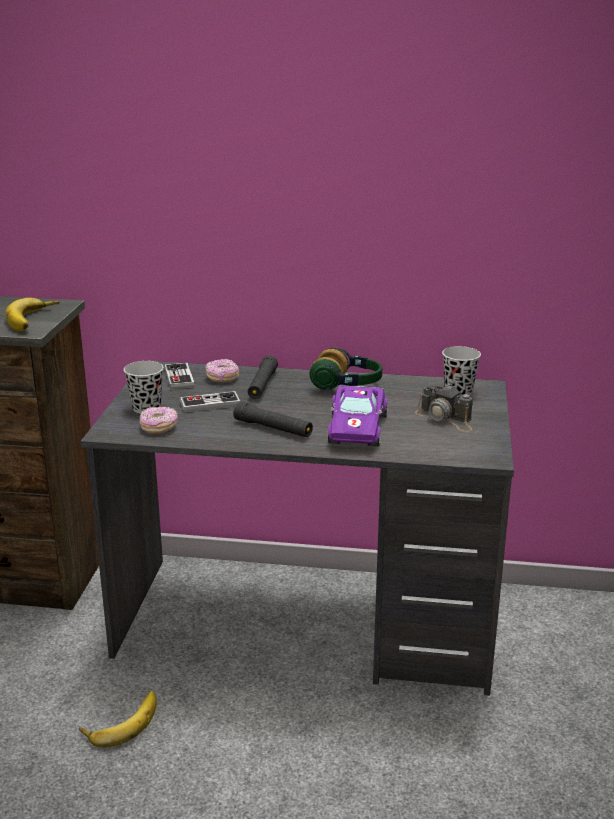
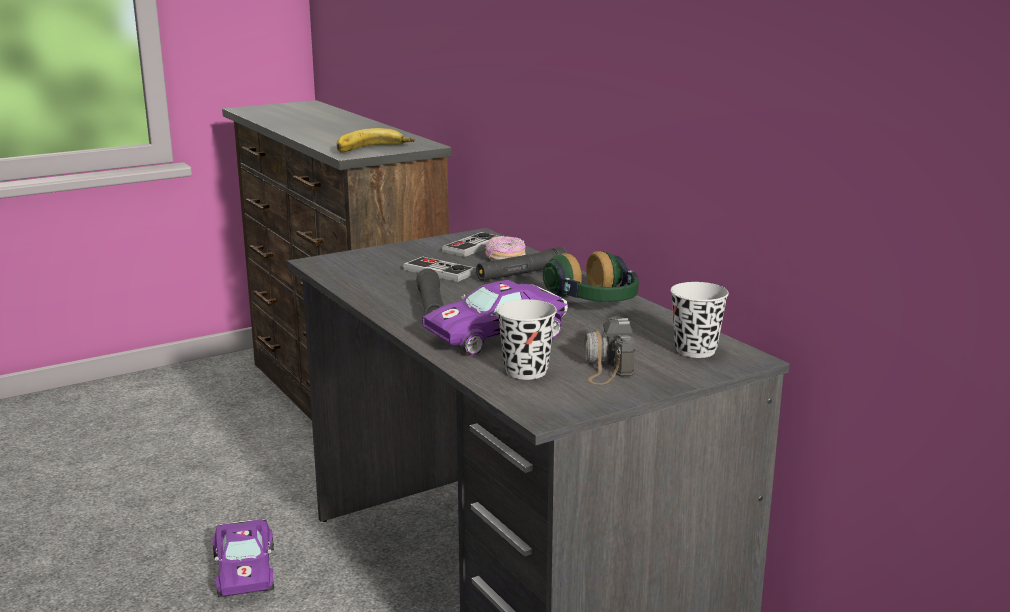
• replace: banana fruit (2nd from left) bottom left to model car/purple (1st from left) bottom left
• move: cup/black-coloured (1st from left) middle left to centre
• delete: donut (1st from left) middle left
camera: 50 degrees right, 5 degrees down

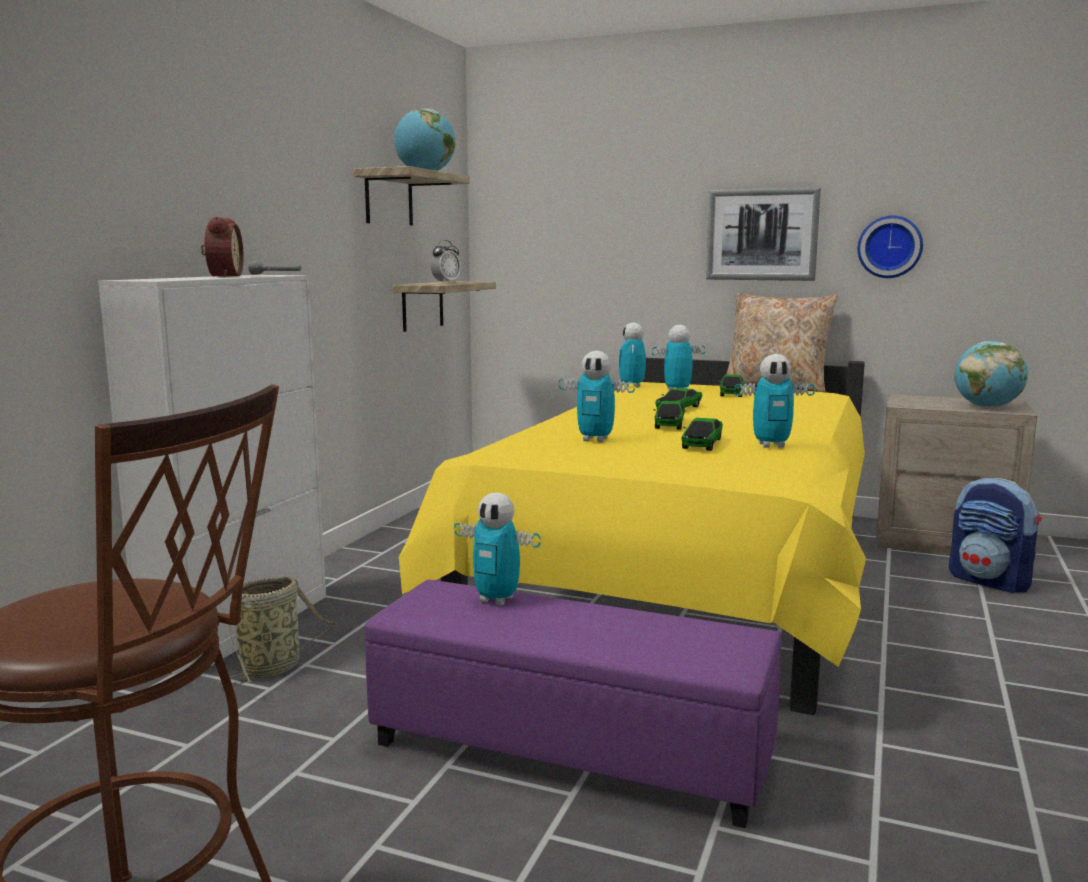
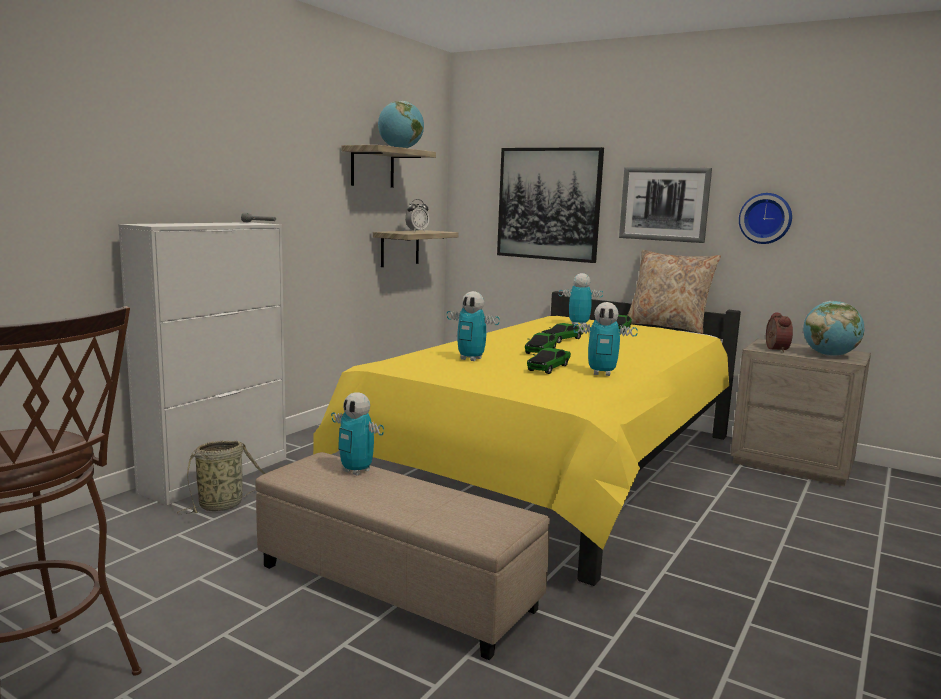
• move: bedside clock (1st from left in the first image) top left to bedside clock (2nd from left) middle right
• recolor: ottoman/purple bottom centre to ottoman/beige-coloured bottom centre
• delete: toy robot (3rd from left) centre
• delete: rucksack middle right
• insert: picture (1st from left) top centre
camera: 10 degrees right, 0 degrees up

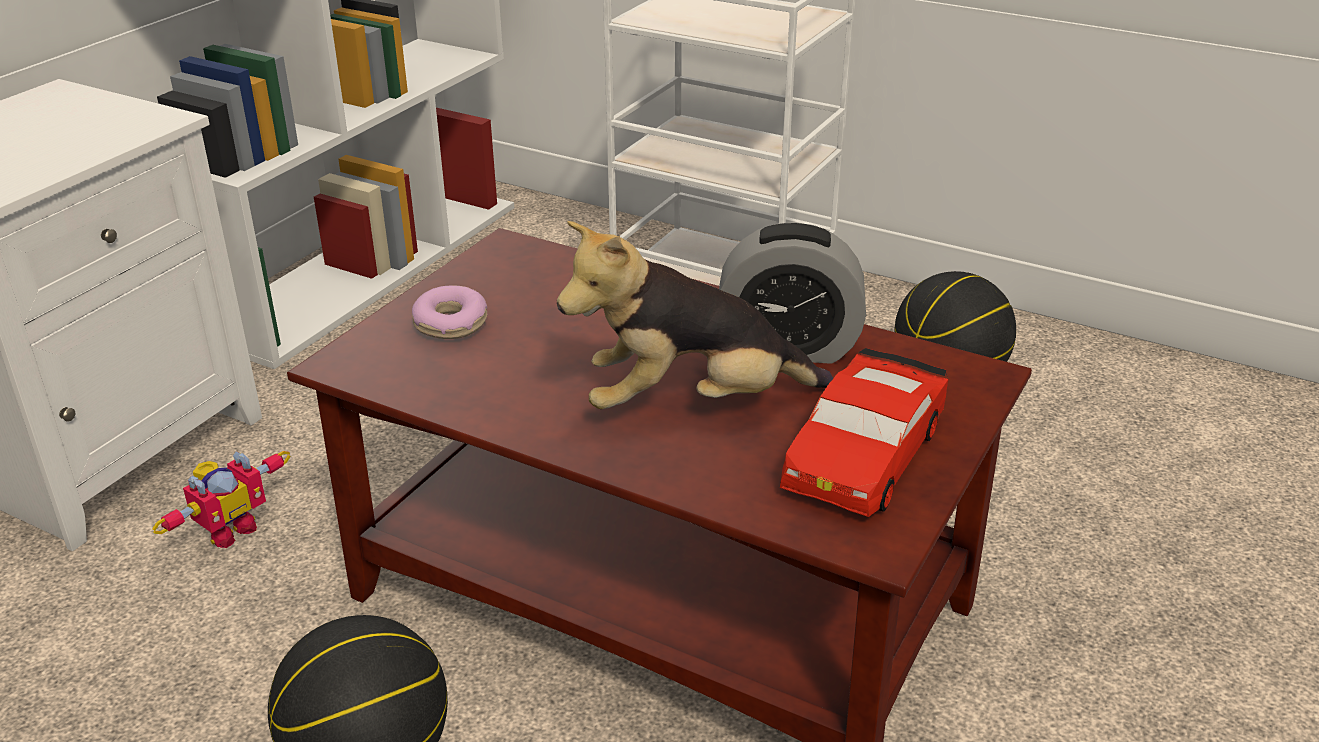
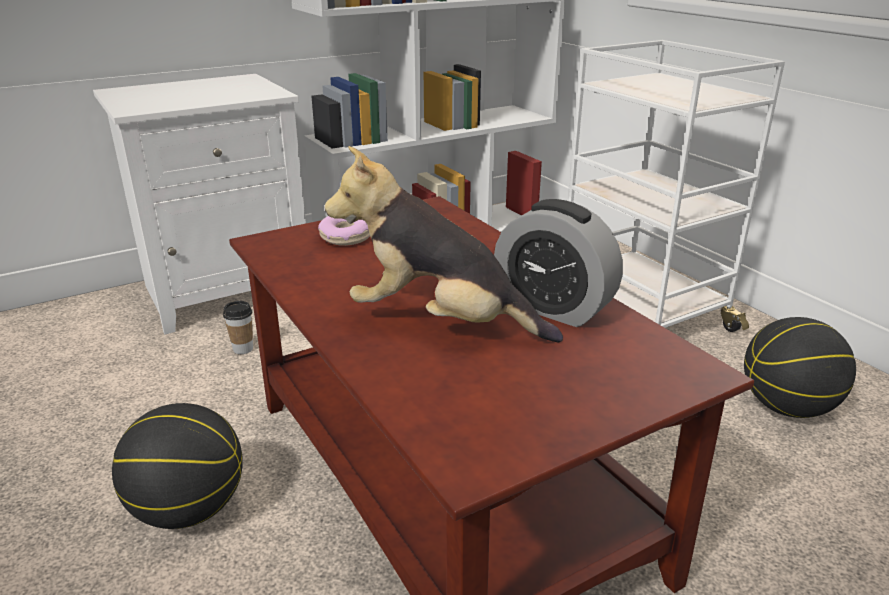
• replace: toy robot bottom left to cup middle left
• delete: model car/red centre
camera: 30 degrees right, 5 degrees down

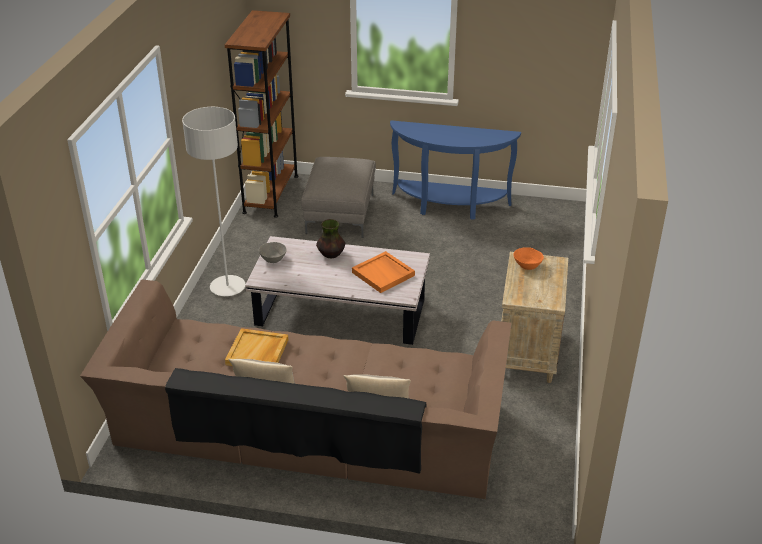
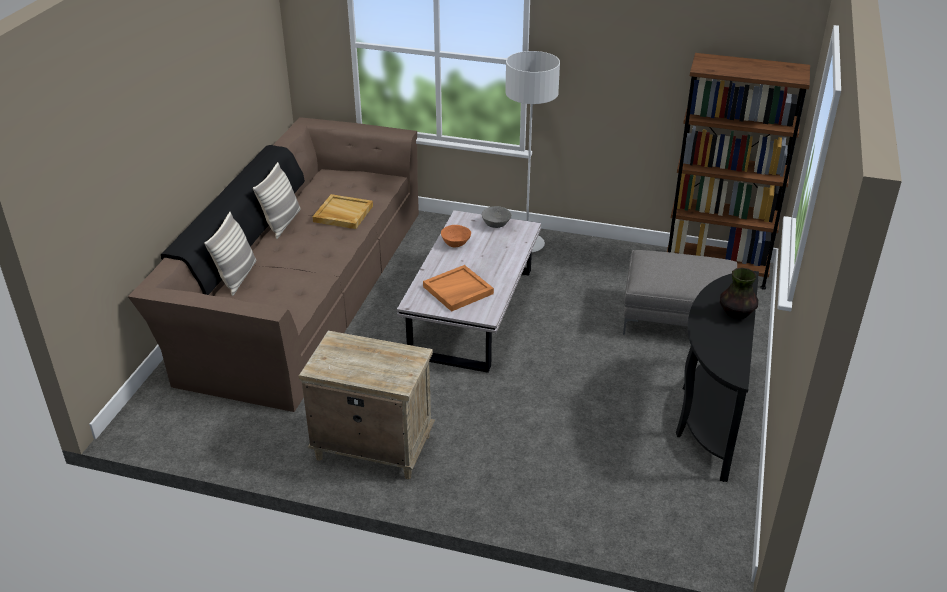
• move: vase centre to middle right
• recolor: console table/bluish top centre to console table/black-coloured middle right
• move: serving bowl/orange-coloured middle right to centre
camera: 95 degrees right, 0 degrees up

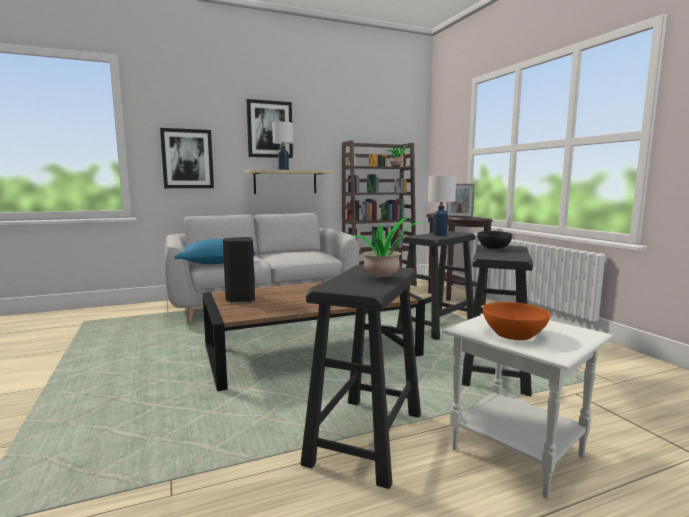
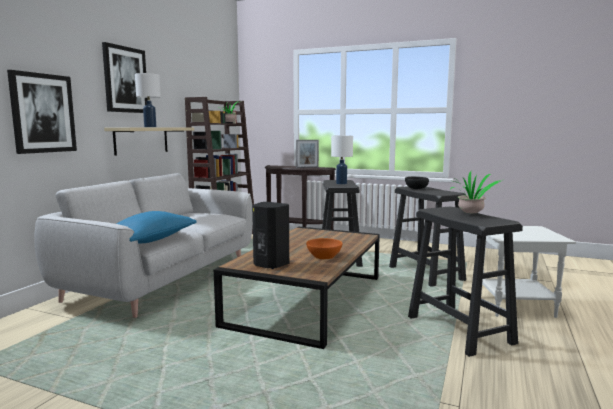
• move: serving bowl/orange-coloured middle right to centre
camera: 45 degrees left, 0 degrees up

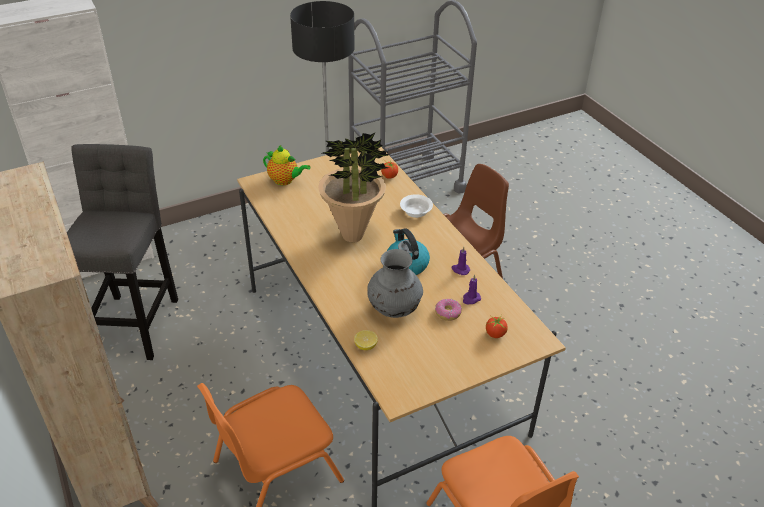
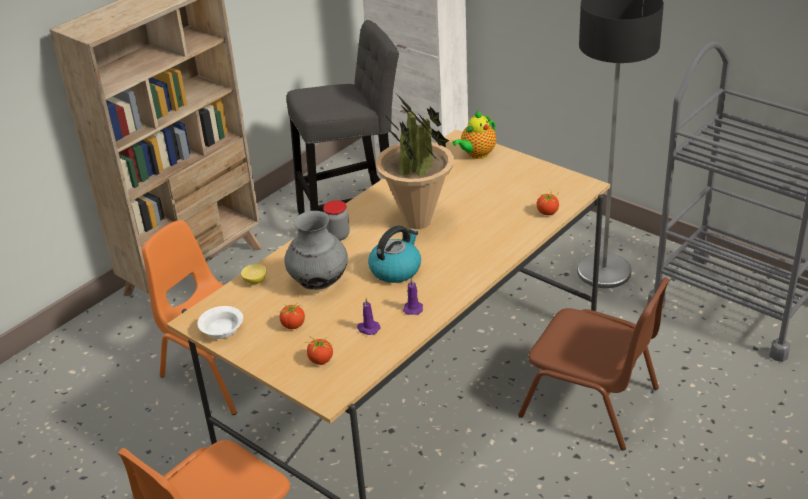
• rotate: pot for tea top centre = top centre 45 degrees clockwise
• move: serving bowl/whitish centre to middle left
• delete: donut centre
• insert: whole tomato (1st from left) centre
• insert: preserve jar centre
camera: 70 degrees right, 5 degrees down

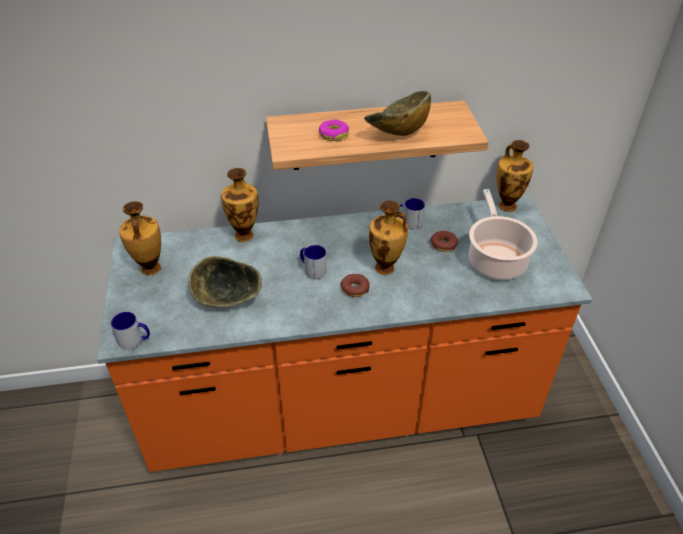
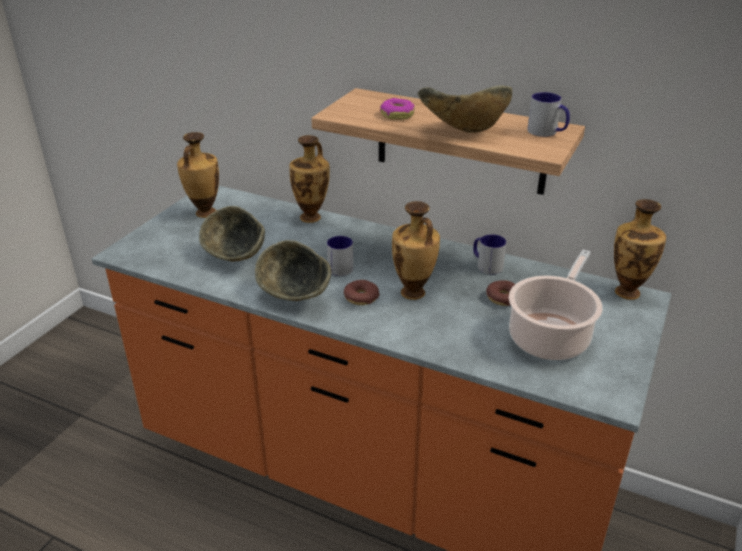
• move: coffee mug (1st from left in the first image) middle left to coffee mug (3rd from left) top right
• insert: serving bowl (2nd from left) centre
camera: 35 degrees right, 10 degrees down

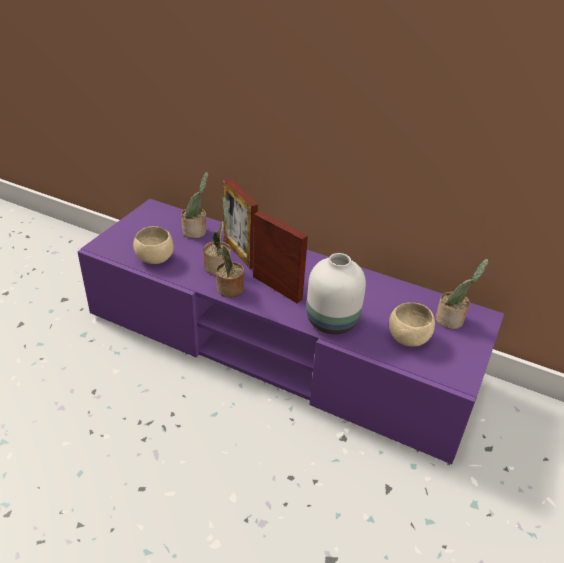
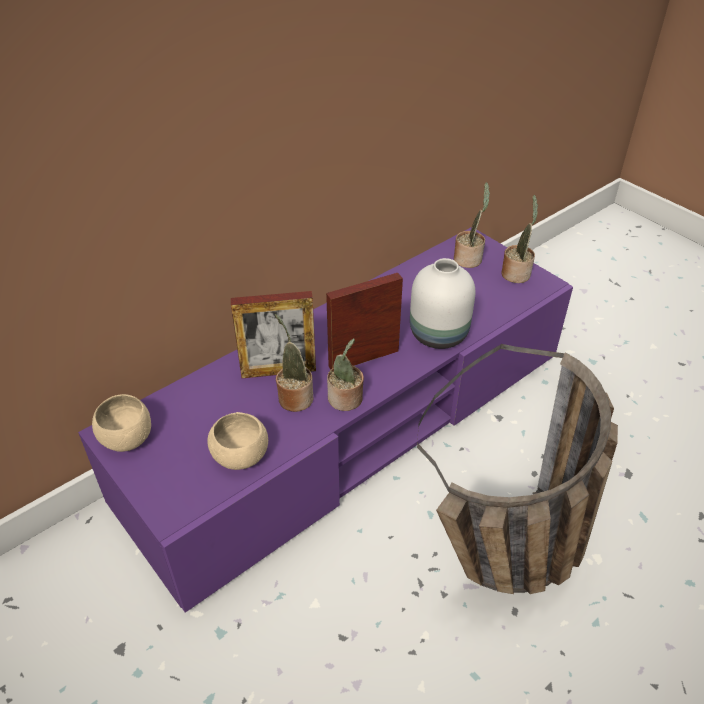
• move: plant in a pot (1st from left in the first image) centre to plant in a pot (4th from left) middle right
• move: serving bowl/beige-coloured (2nd from left in the first image) middle right to serving bowl/beige-coloured (1st from left) middle left
• insert: storage basket middle right
camera: 65 degrees left, 5 degrees up

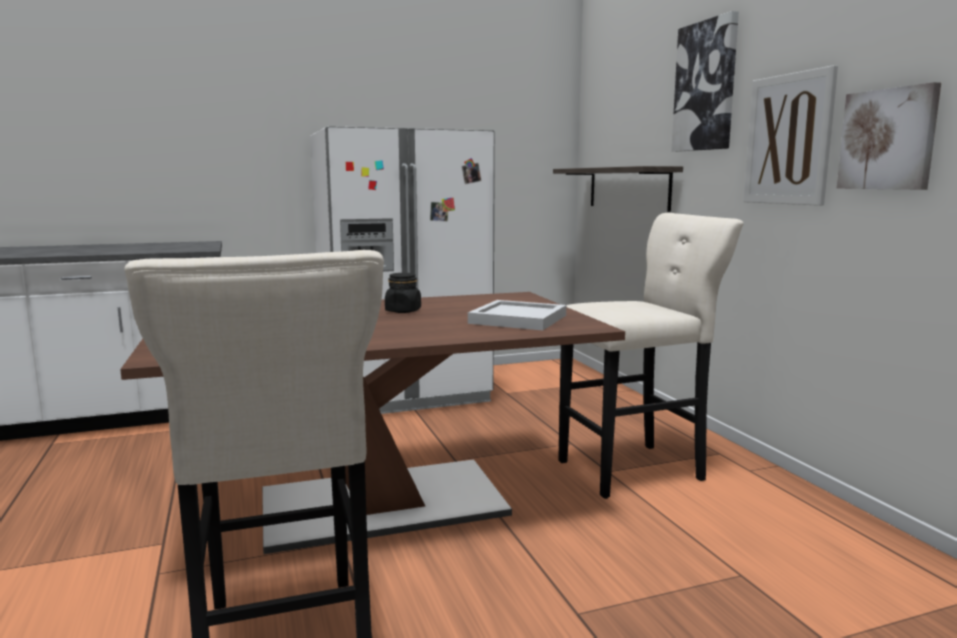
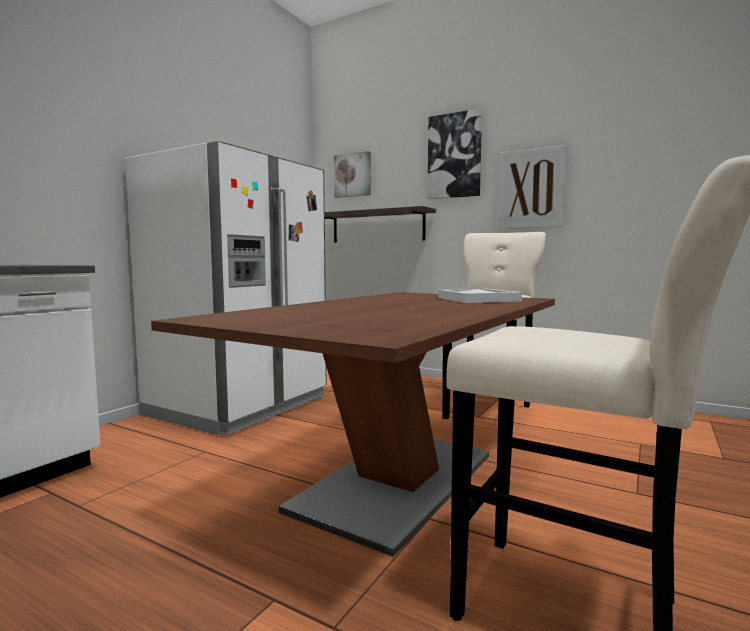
• delete: preserve jar/black-coloured centre
• move: picture (3rd from left in the first image) top right to picture (1st from left) top centre
camera: 40 degrees left, 5 degrees down

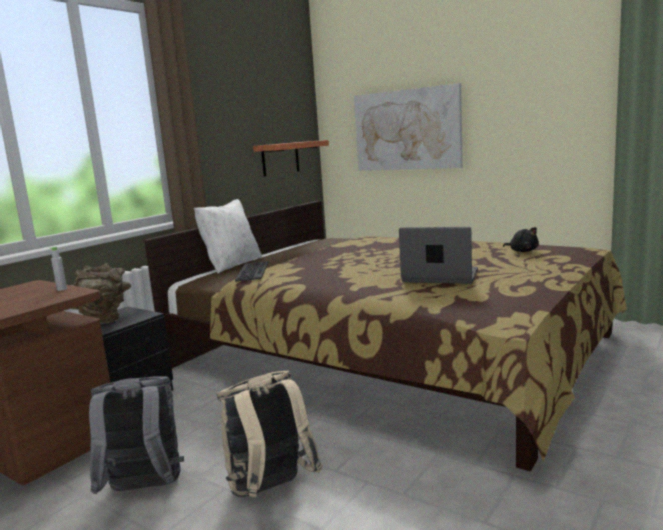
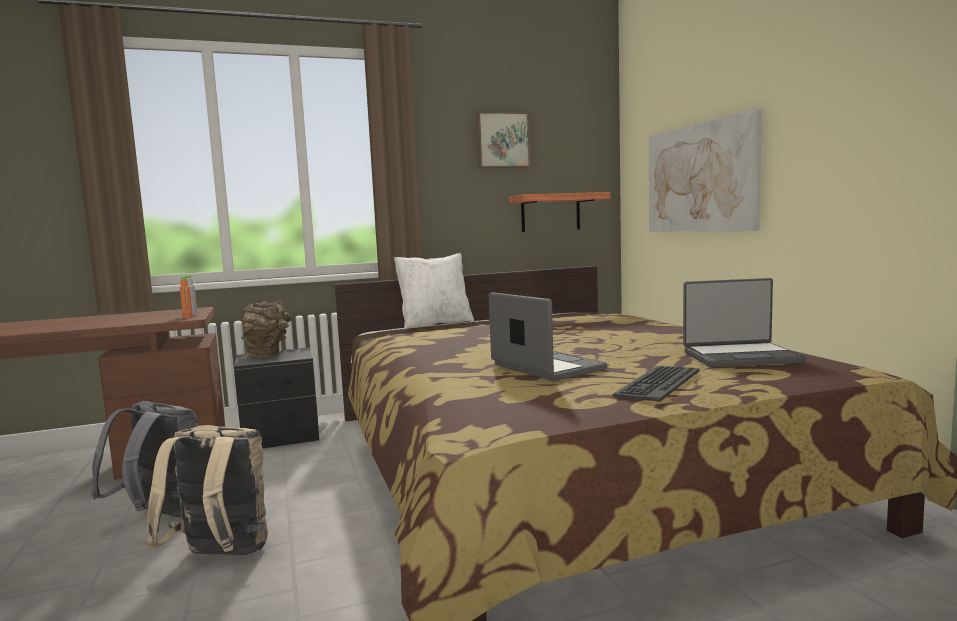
• move: computer keyboard centre to middle right
• replace: soft toy/black-coloured middle right to notebook computer (2nd from left) middle right
• insert: drink bottle/orange-coloured middle left
• insert: picture (1st from left) top centre
camera: 35 degrees right, 5 degrees down

